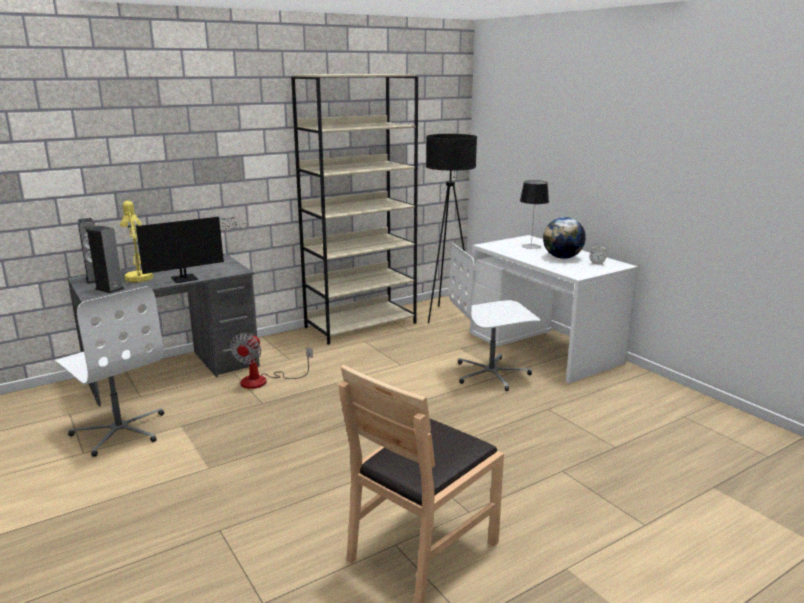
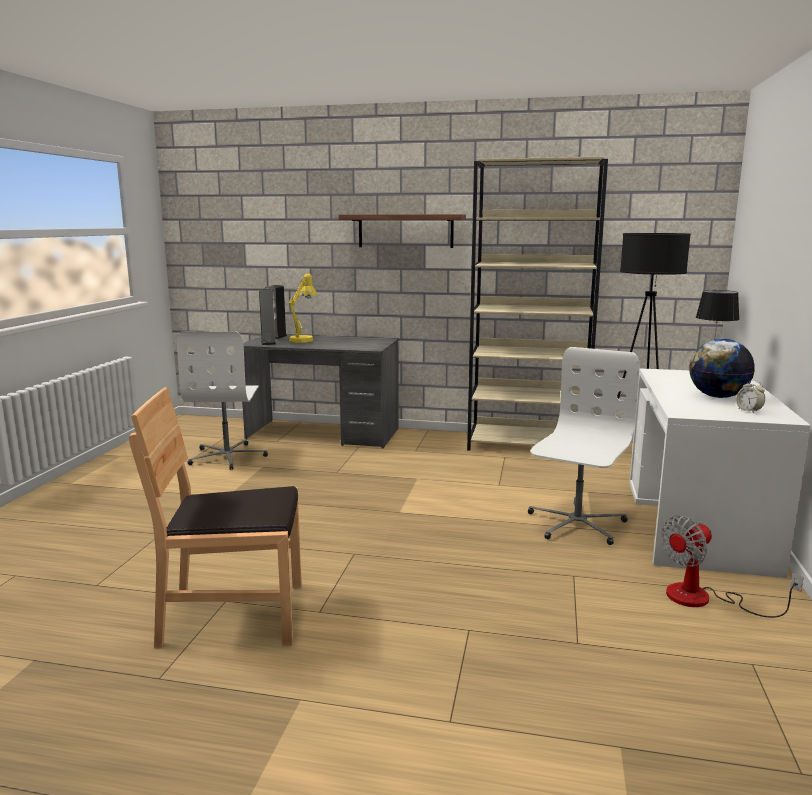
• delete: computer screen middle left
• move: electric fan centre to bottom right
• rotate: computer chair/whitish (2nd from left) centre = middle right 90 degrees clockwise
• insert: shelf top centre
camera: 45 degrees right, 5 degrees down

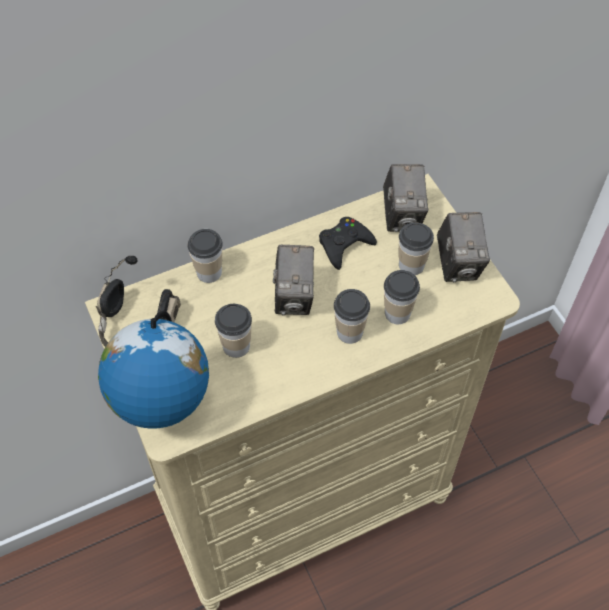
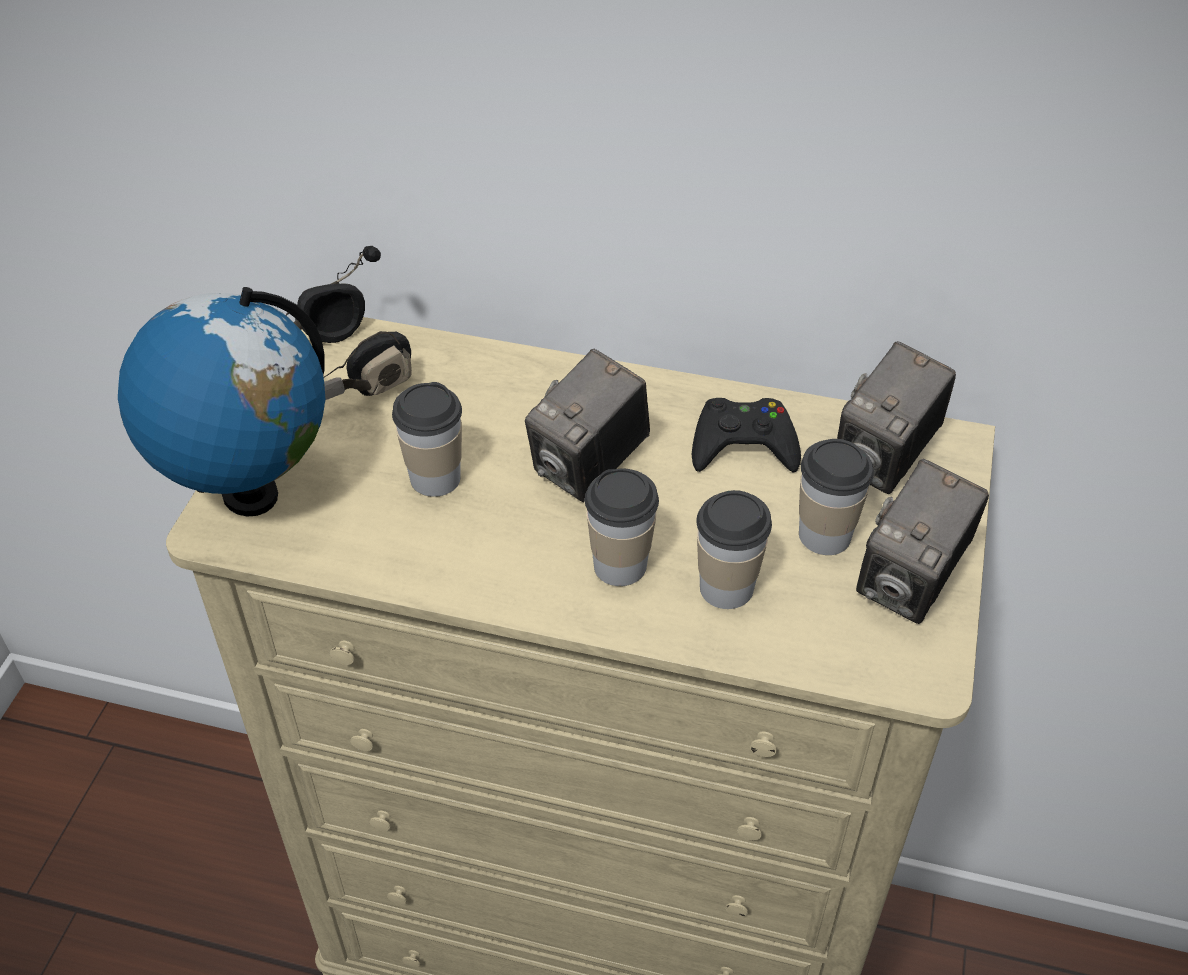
• delete: cup (1st from left) centre
camera: 40 degrees right, 10 degrees down

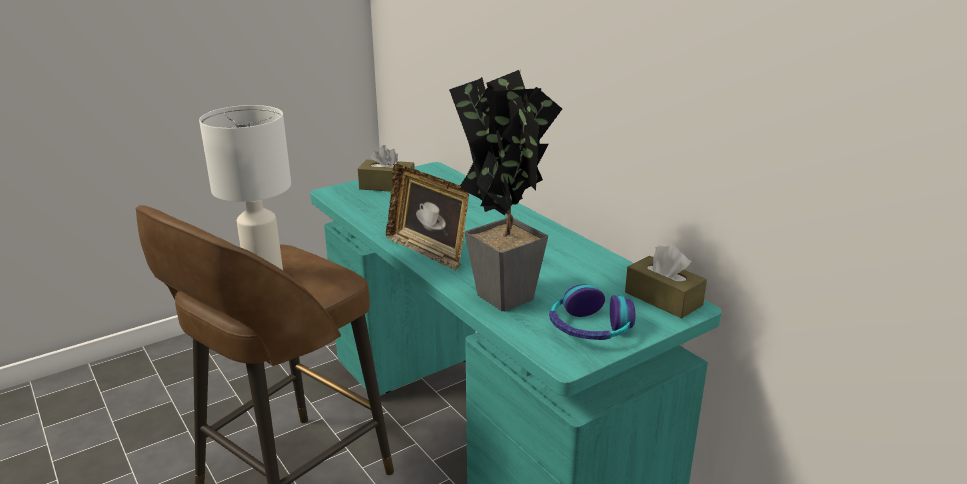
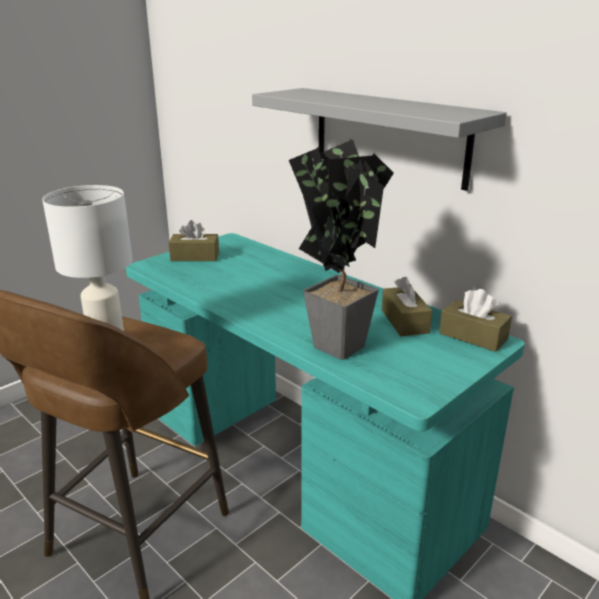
• delete: picture frame centre
• delete: pair of headphones centre
• insert: shelf/greyish top centre
• insert: box of tissues/brown (2nd from left) middle right
camera: 10 degrees left, 0 degrees up

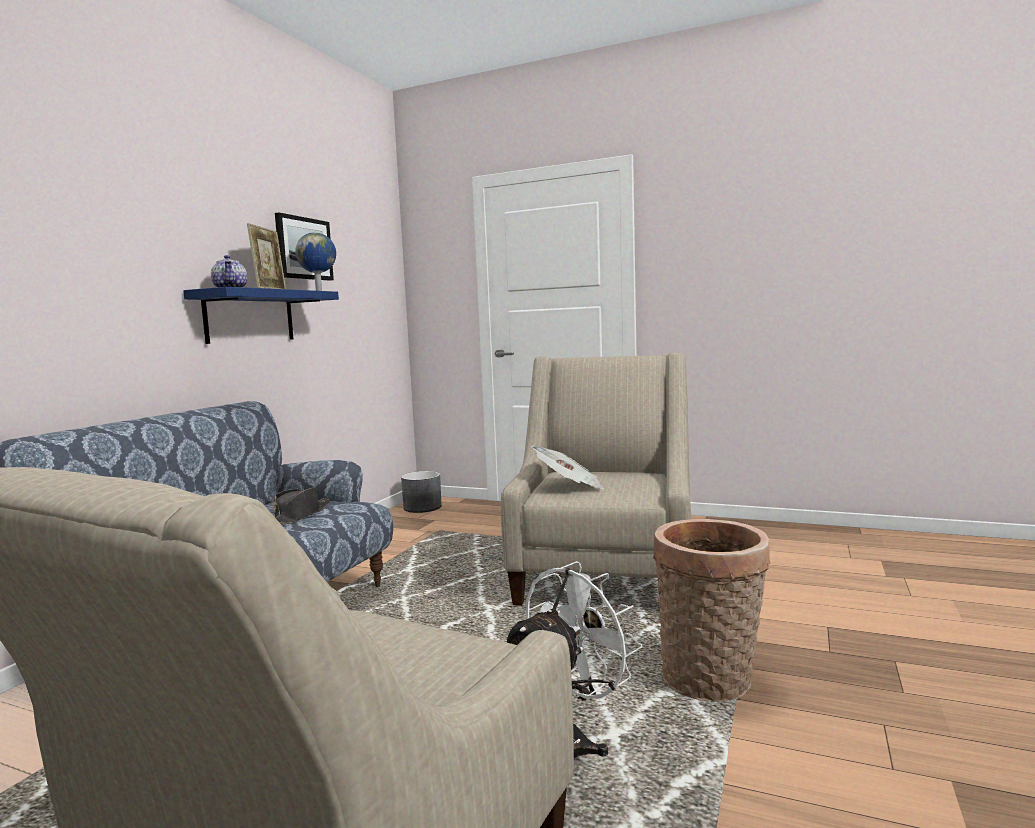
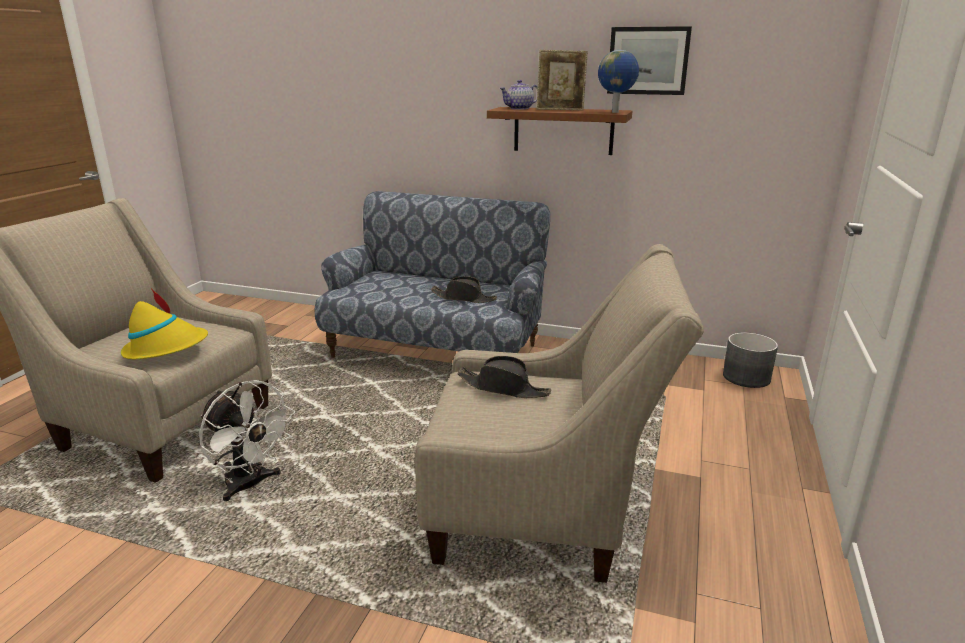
• recolor: shelf/bluish middle left to shelf/brown top centre
• replace: daily paper centre to hat/black-coloured (2nd from left) centre
• delete: storage basket bottom right
• insert: hat/yellow-coloured middle left
camera: 85 degrees right, 15 degrees up

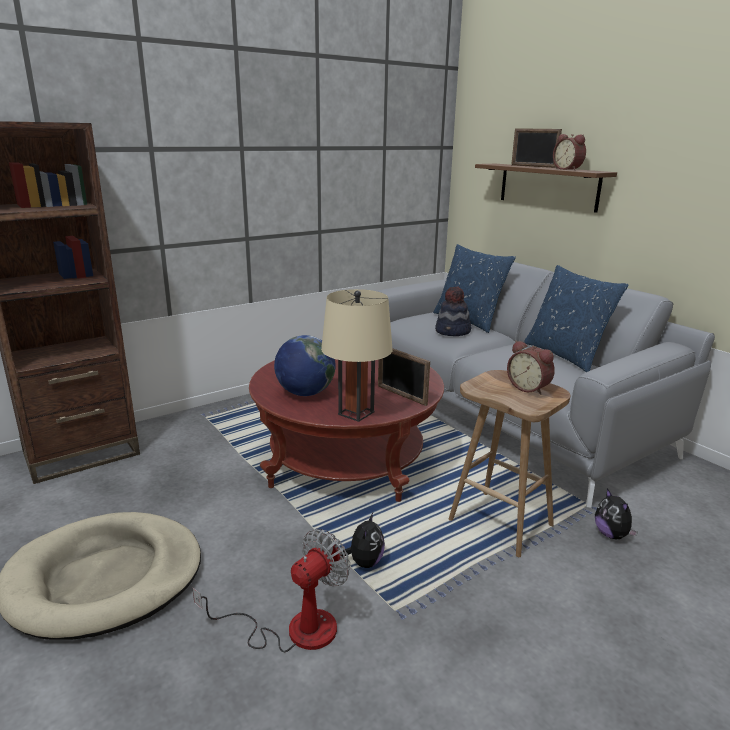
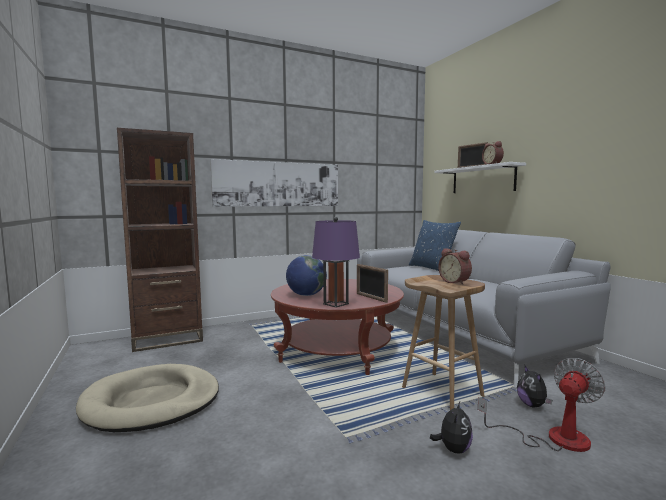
• move: electric fan bottom centre to bottom right
• recolor: table lamp/beige-coloured centre to table lamp/purple centre
• move: soft toy (1st from left) bottom centre to bottom right
• delete: hat centre
• recolor: shelf/brown top right to shelf/whitish middle right
• delete: pillow/bluish (2nd from left) middle right
• insert: picture centre
camera: 10 degrees right, 15 degrees down

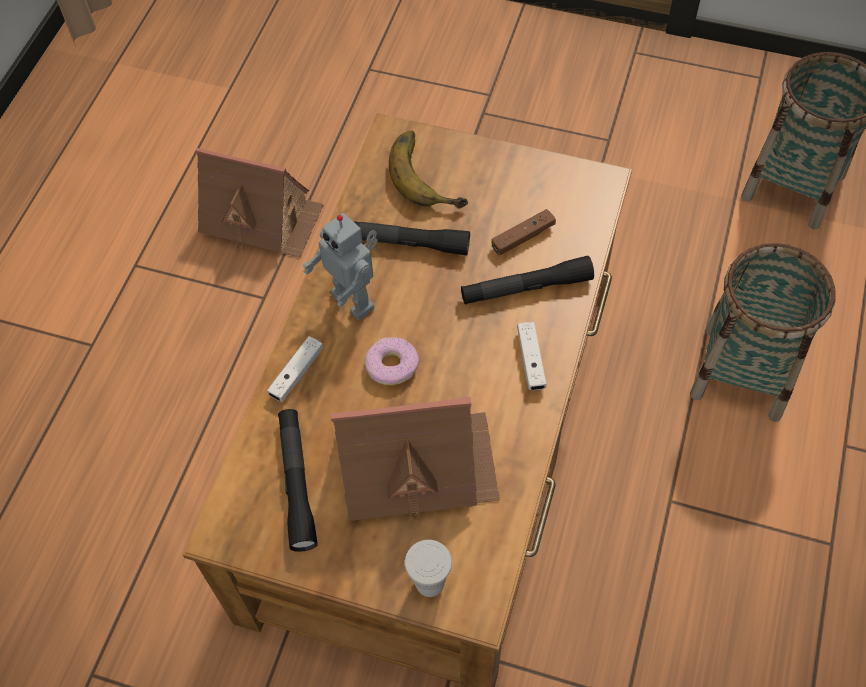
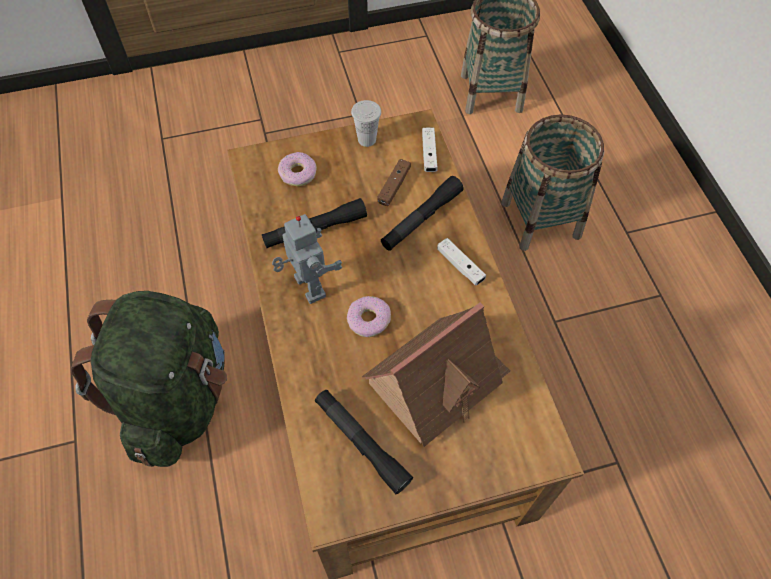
• delete: model house (1st from left) top left
• move: gamepad/whitish (1st from left) centre to top centre
• rotate: toy robot centre = centre 135 degrees counterclockwise
• replace: banana fruit top centre to donut (1st from left) top centre
• move: cup/whitish bottom centre to top centre
• insert: rucksack/greenish middle left
camera: 35 degrees left, 0 degrees up

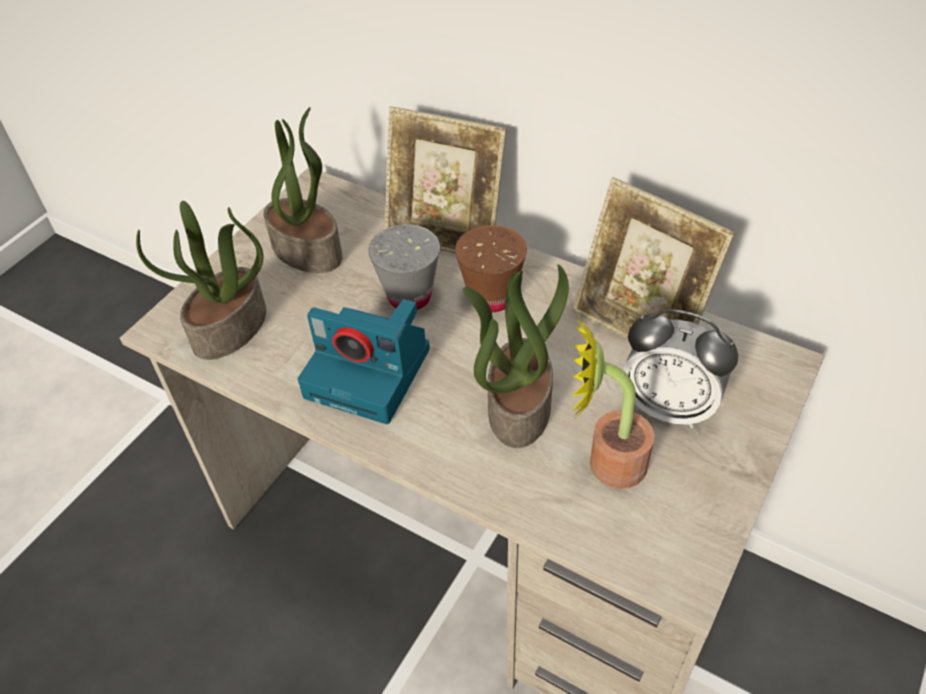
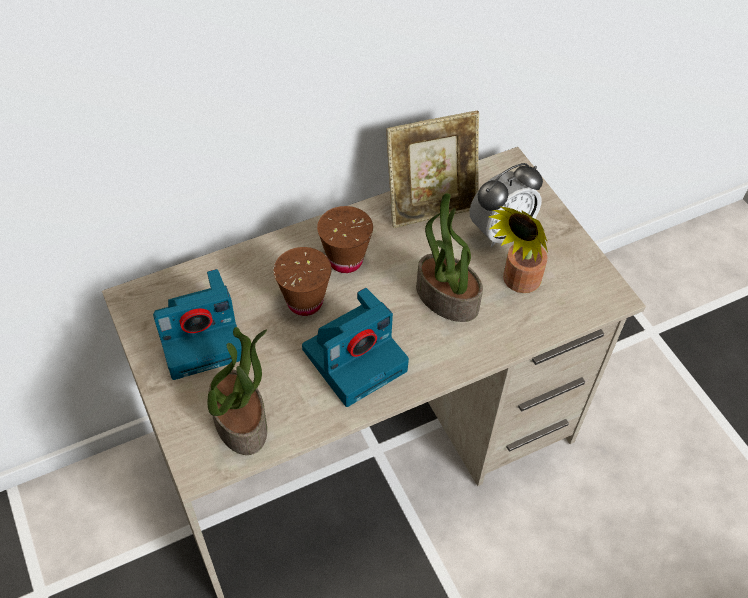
• replace: plant in a pot (2nd from left) top left to photo camera (1st from left) middle left
• recolor: cup/greyish centre to cup/brown (1st from left) centre
• delete: picture frame (1st from left) top centre
camera: 60 degrees left, 5 degrees up

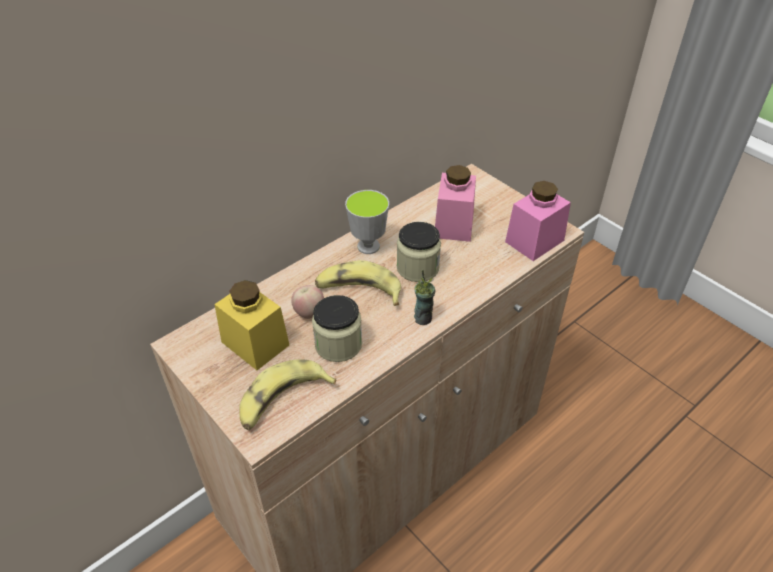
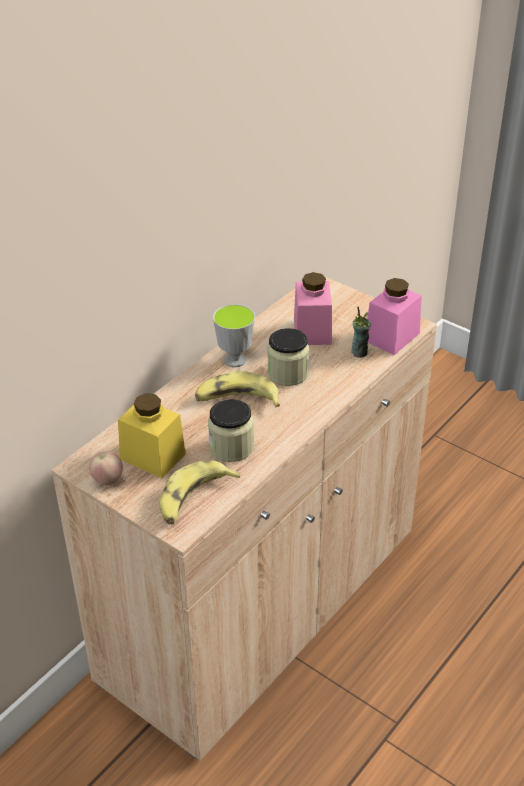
• move: whole apple centre to middle left
• move: cup (2nd from left) centre to middle right
camera: 10 degrees left, 5 degrees down

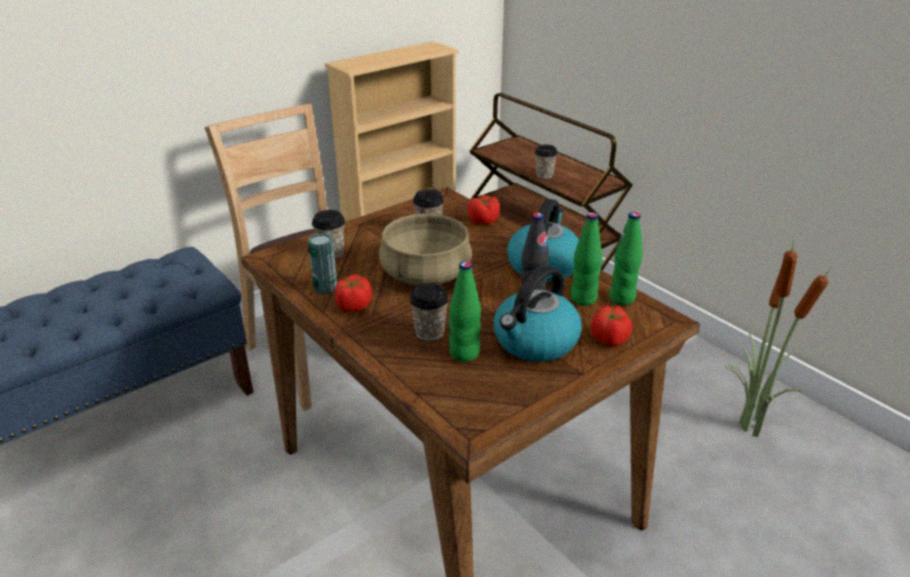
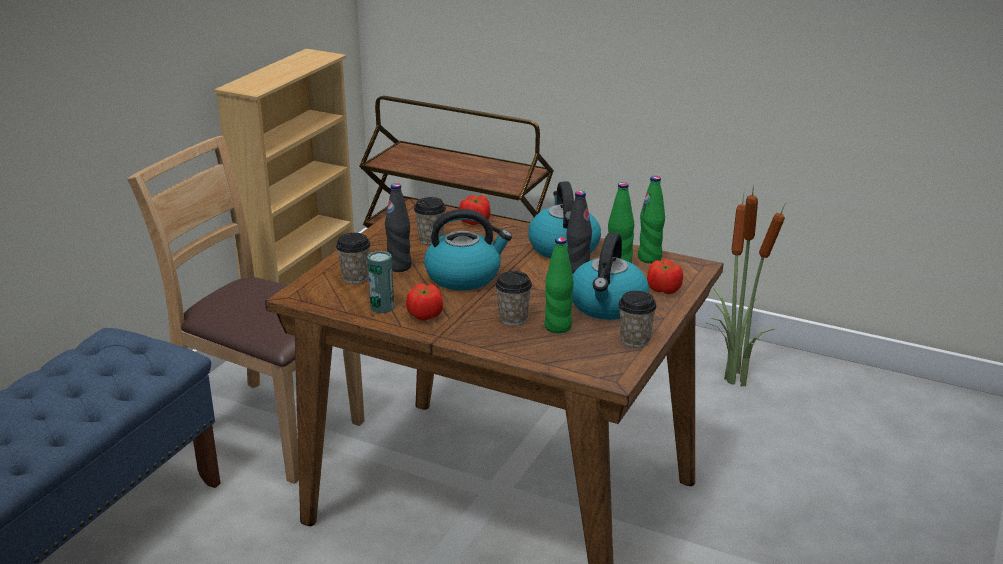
• replace: saucepot/beige-coloured centre to tea kettle (1st from left) centre
• move: cup (4th from left) top centre to centre
• insert: drink bottle/black-coloured (1st from left) centre
camera: 25 degrees left, 5 degrees down

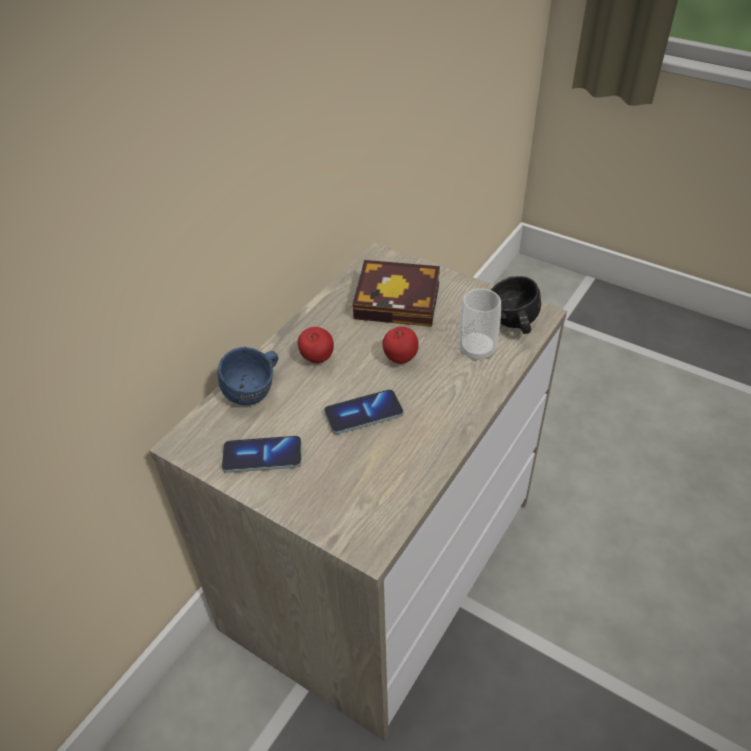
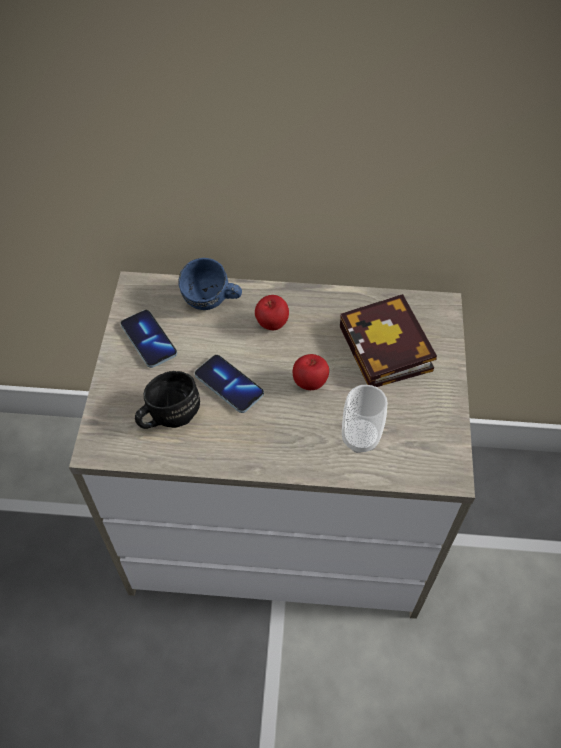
• move: coffee mug/black-coloured middle right to middle left
camera: 60 degrees right, 10 degrees up

